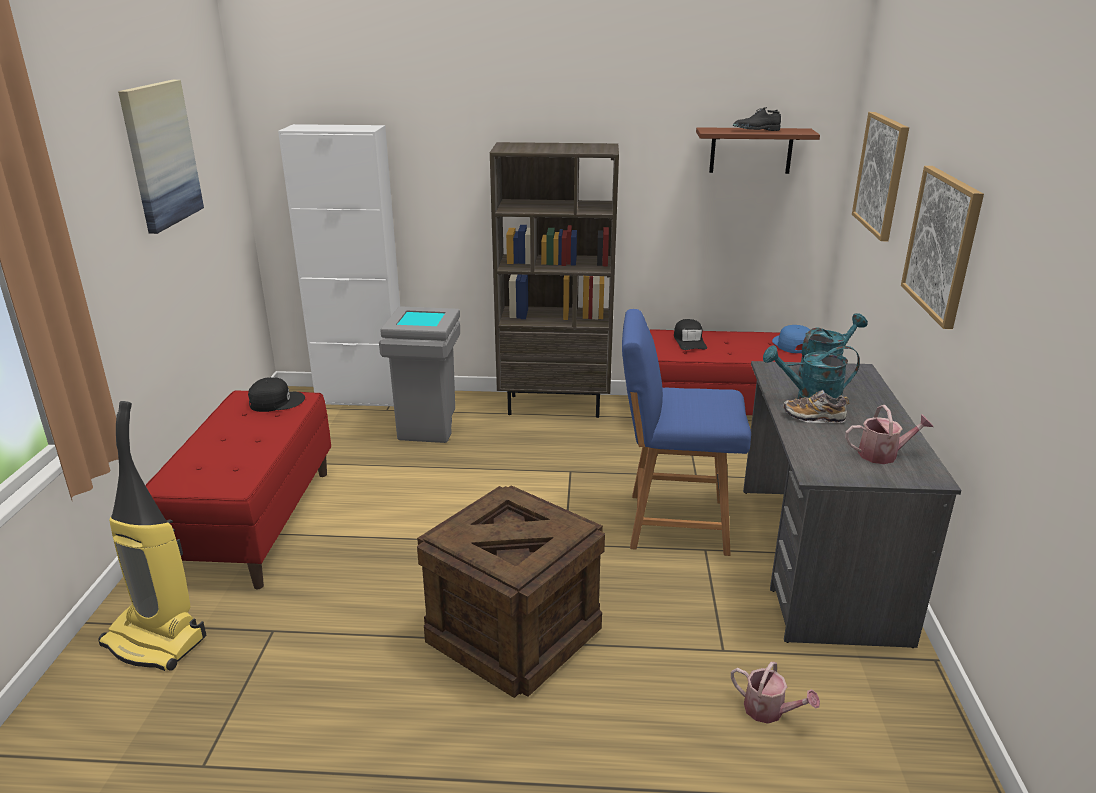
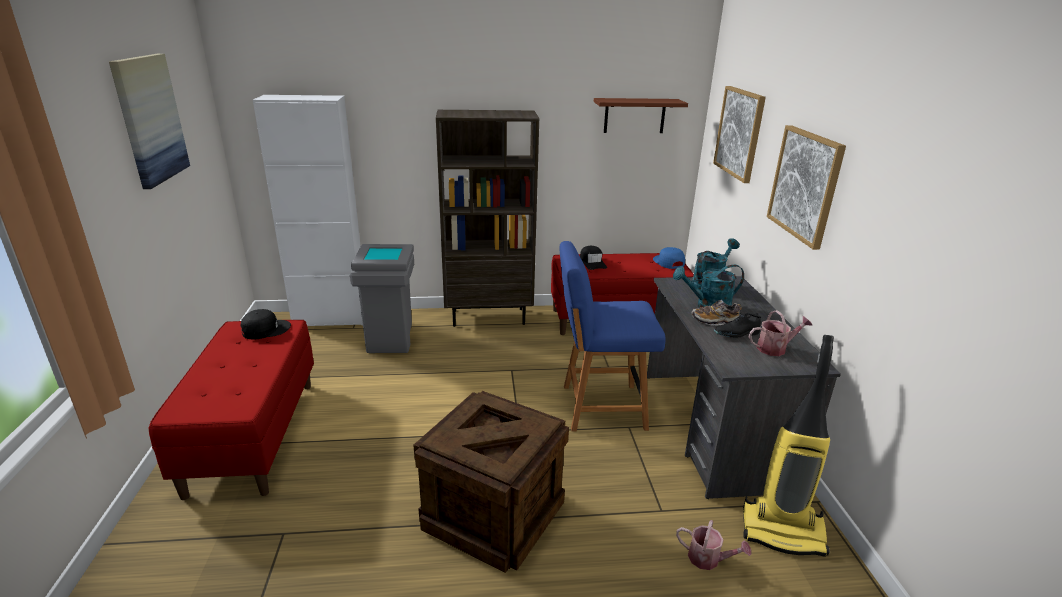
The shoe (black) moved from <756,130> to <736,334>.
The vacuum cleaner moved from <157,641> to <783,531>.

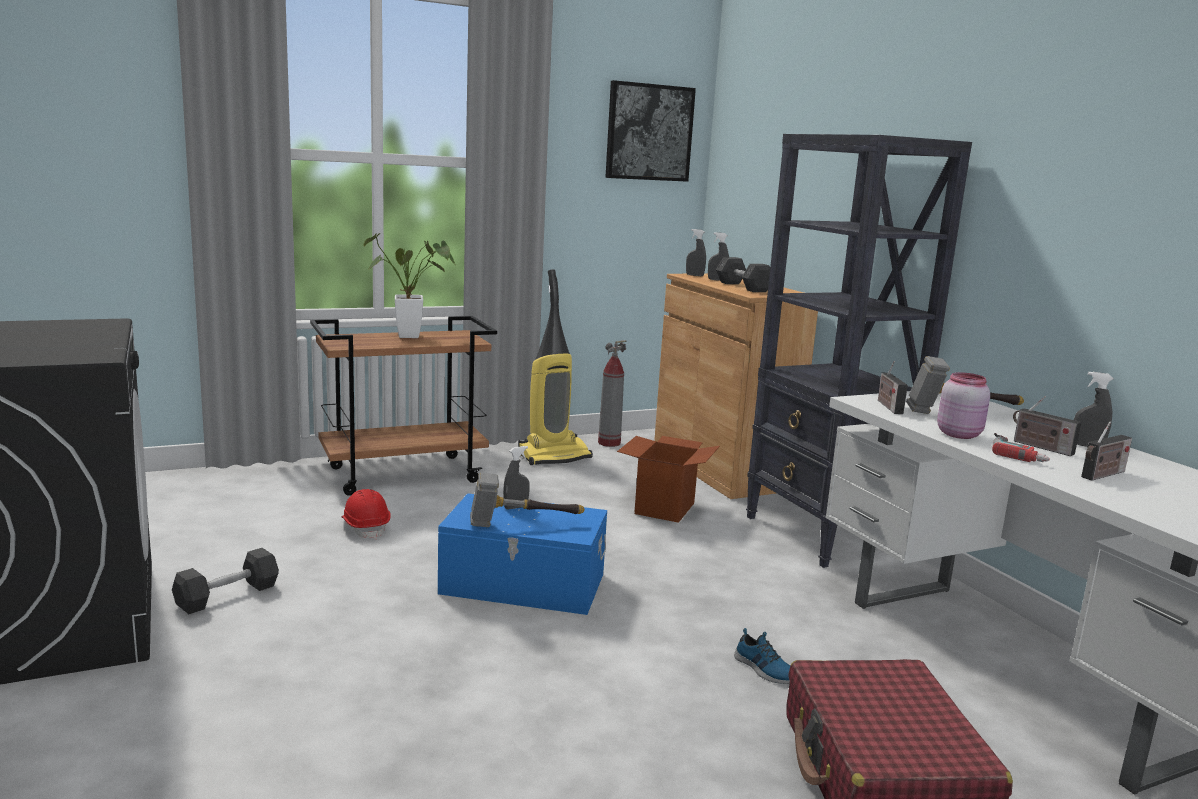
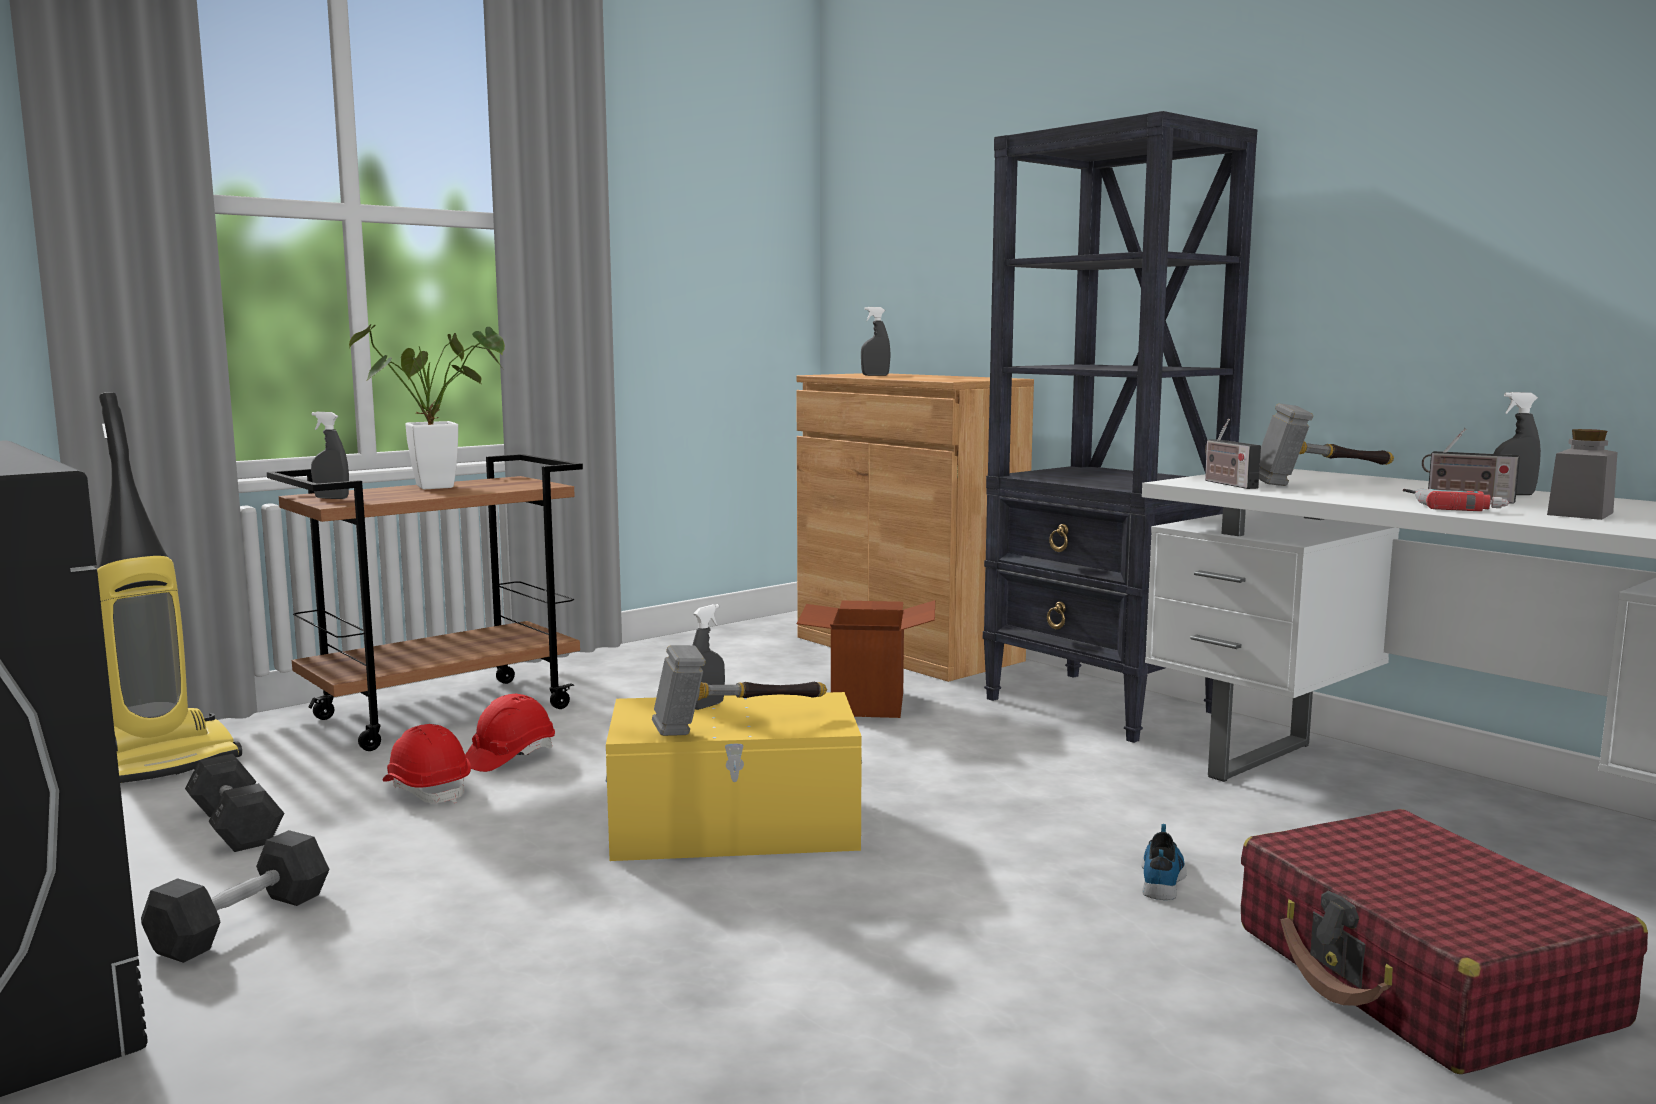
The picture at <649,132> disappeared.
The spray bottle (grey) moved from <694,275> to <331,498>.
The dumbbell (grey) moved from <743,287> to <235,826>.
The vacuum cleaner moved from <554,456> to <160,764>.
The fire extinguisher at <609,443> disappeared.
The jar (pink) at <959,434> disappeared.
The radio at <1102,475> was replaced by the jar (grey) at <1580,514>.
The storage box (blue) at <523,584> became the storage box (yellow) at <735,827>.
The shoe at <765,670> turned 105 degrees counterclockwise.
The hard hat (red) at <510,757> appeared.

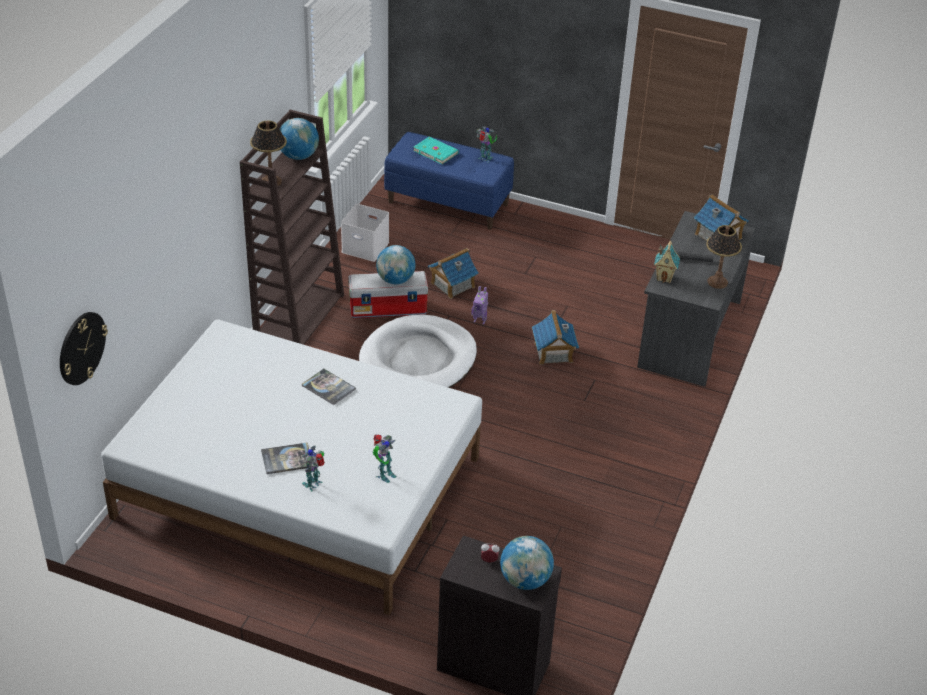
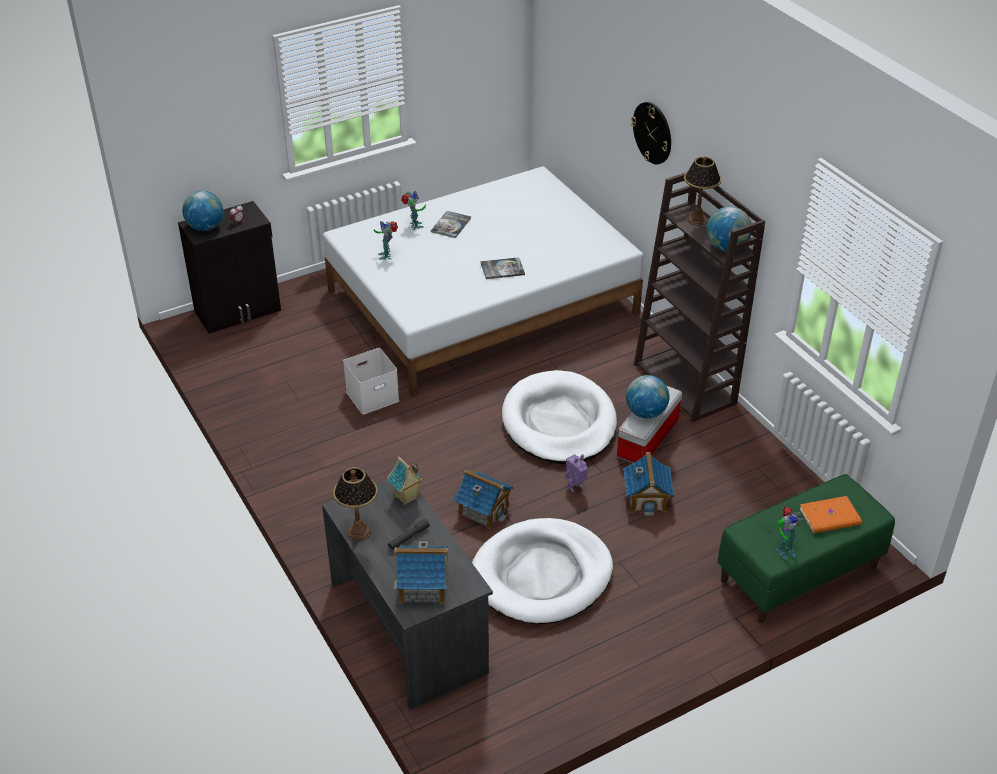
The bench (blue) at <448,203> became the bench (green) at <799,574>.
The book (turquoise) at <436,152> became the book (orange) at <830,518>.
The storage box (white) moved from <364,247> to <373,395>.
The wall clock moved from <81,348> to <652,133>.
The dog bed (white) at <542,575> appeared.

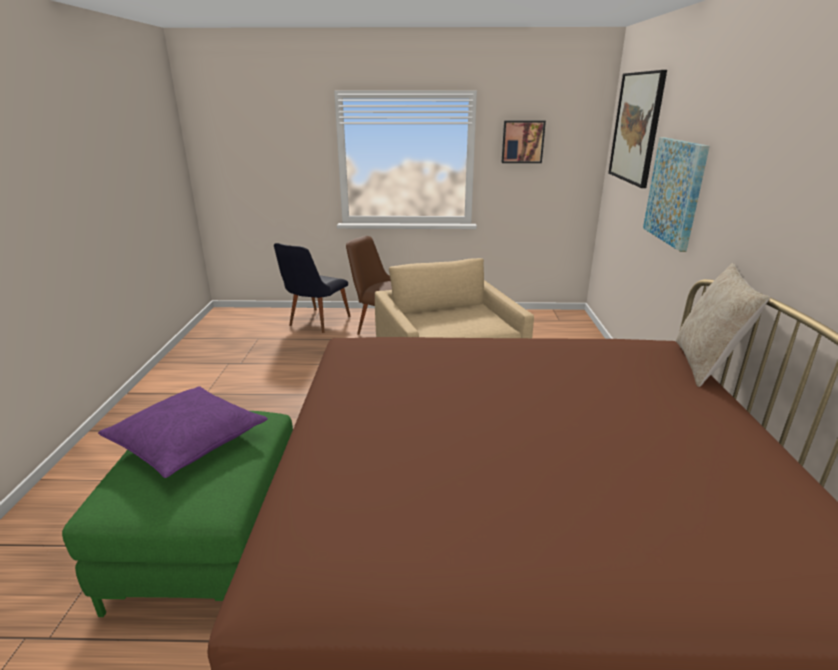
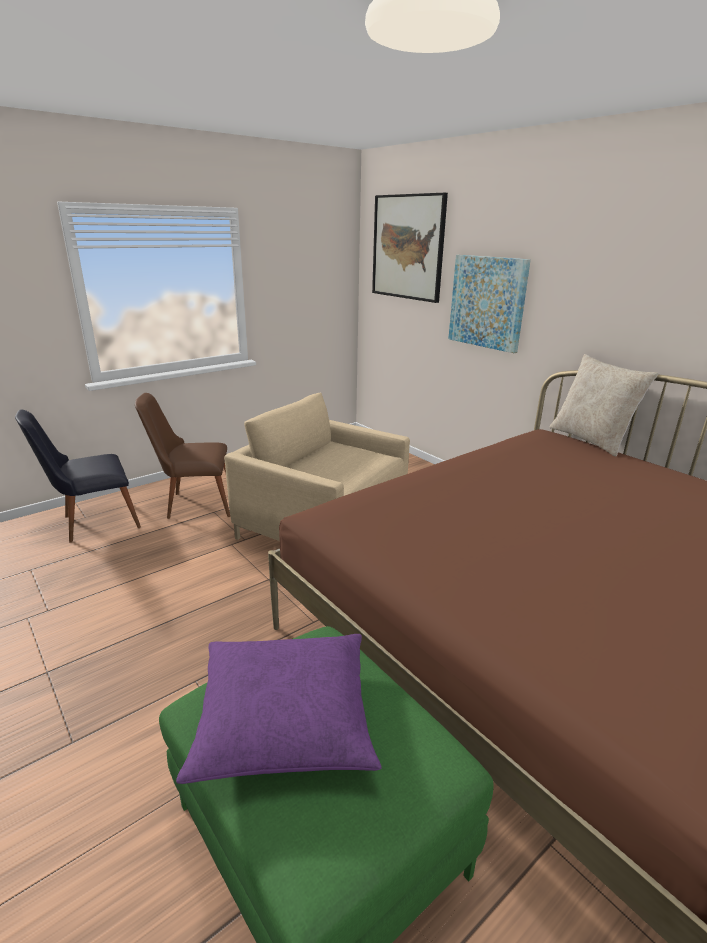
The picture at <522,141> disappeared.
The chair (black) at <315,323> turned 75 degrees clockwise.

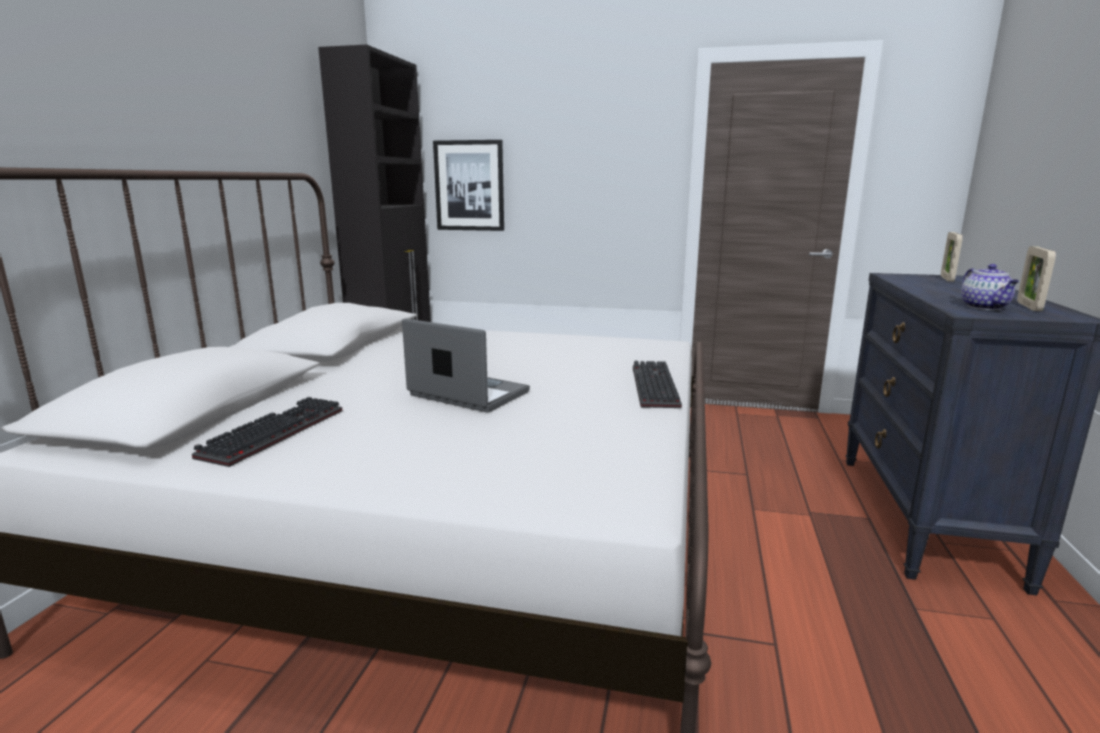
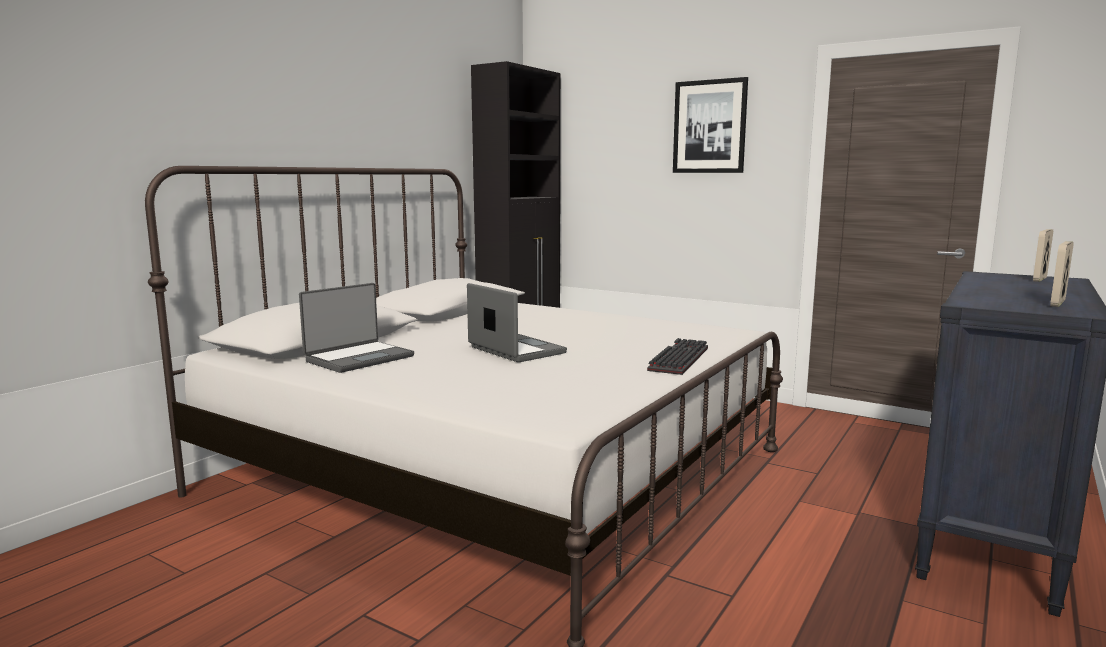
The picture moved from <469,186> to <709,127>.
The teapot at <985,307> disappeared.
The keyboard at <274,432> was replaced by the laptop at <358,358>.

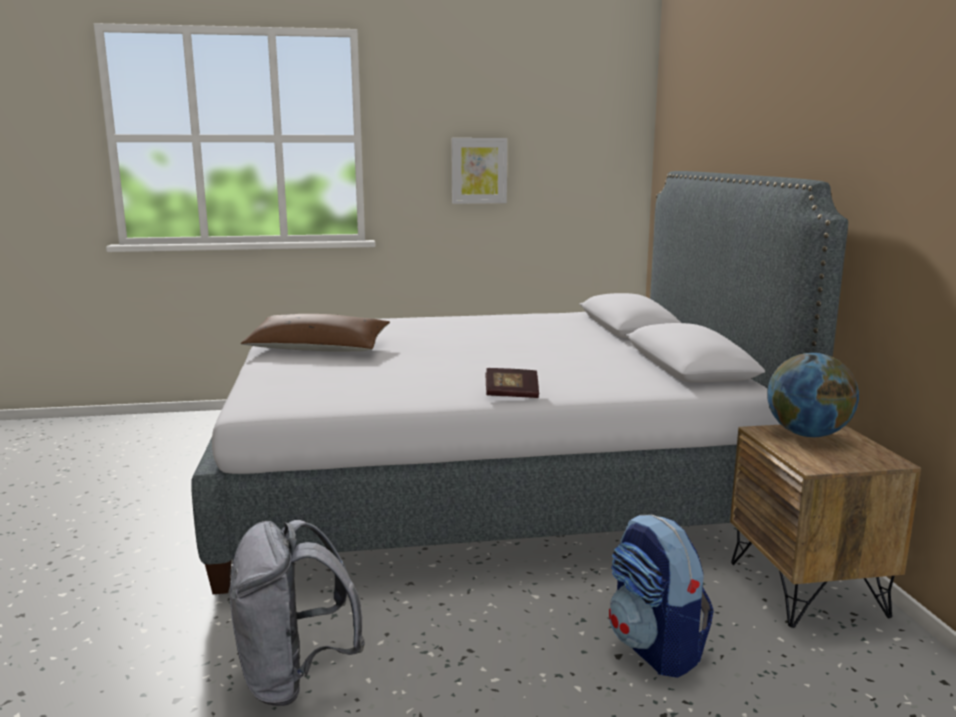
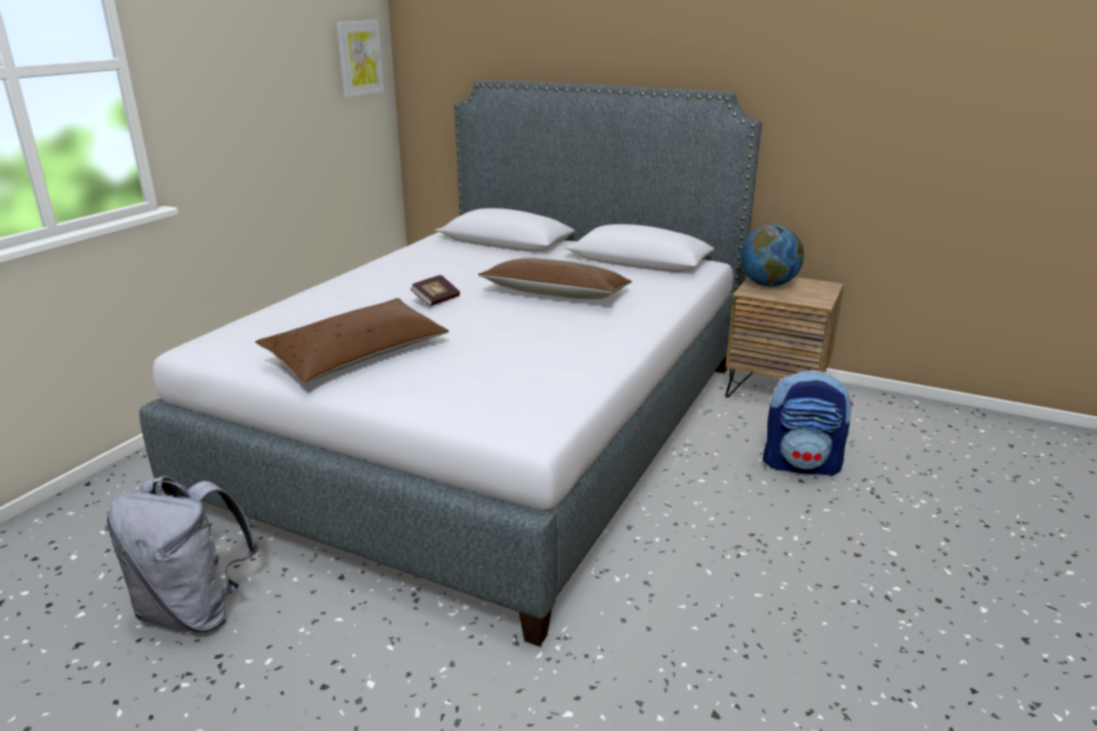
The picture moved from <479,170> to <359,58>.
The book moved from <511,394> to <436,300>.
The backpack (grey) moved from <294,678> to <195,611>.
The pillow (brown) at <555,294> appeared.

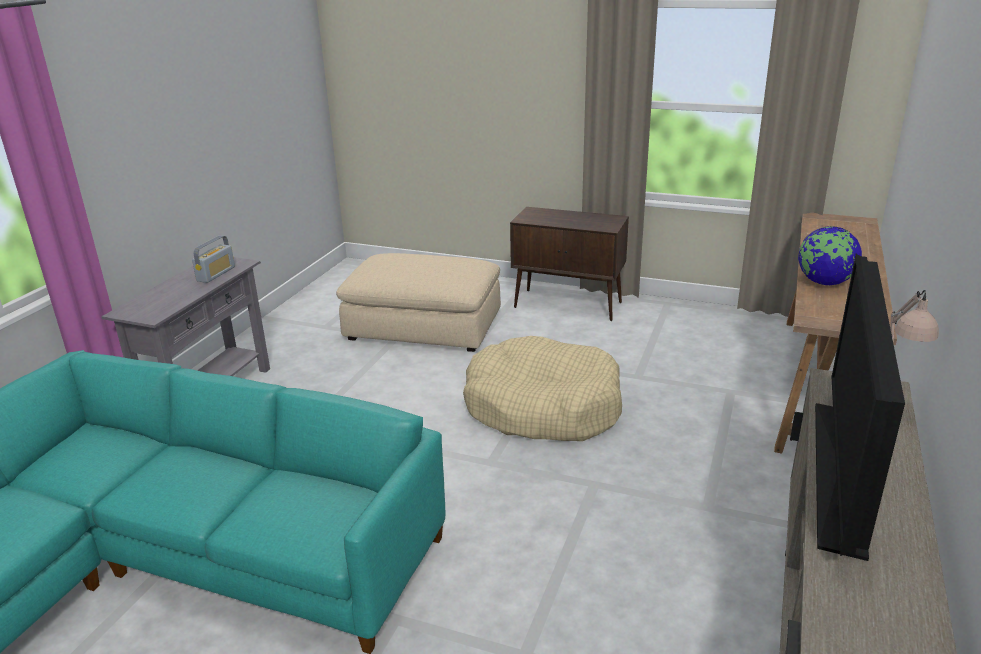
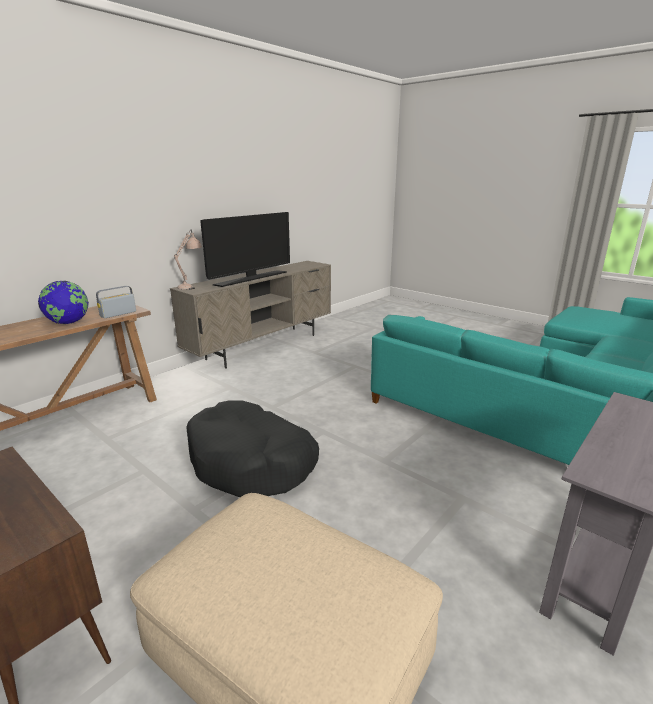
The radio moved from <216,274> to <118,314>.
The dog bed (beige) at <542,407> became the dog bed (black) at <252,462>.

